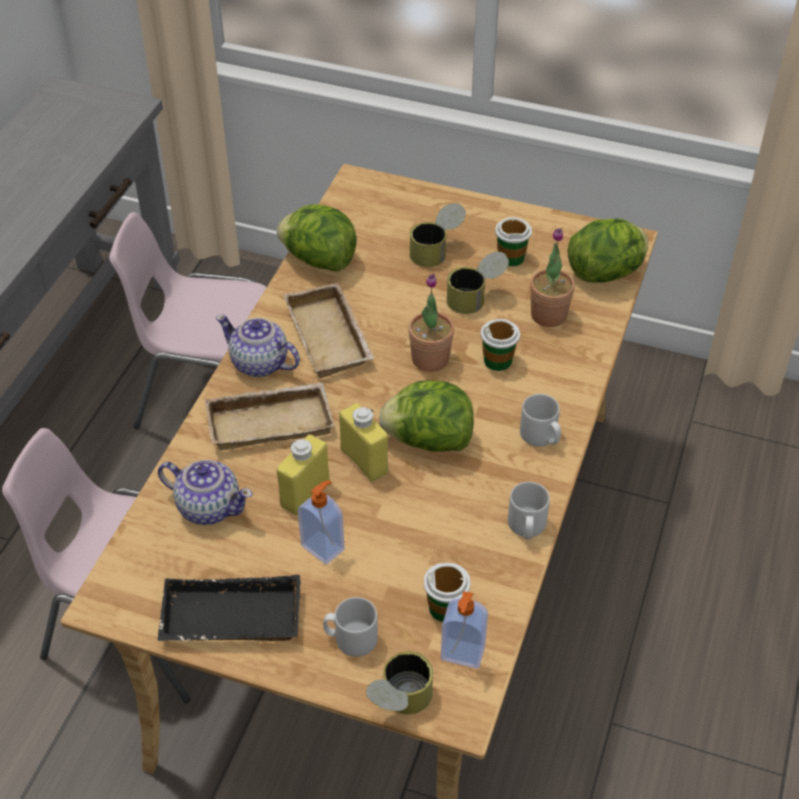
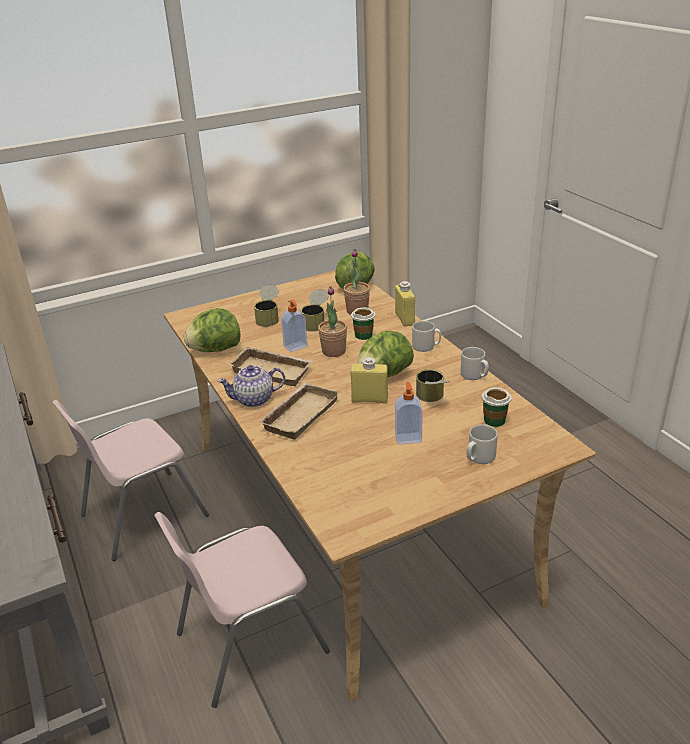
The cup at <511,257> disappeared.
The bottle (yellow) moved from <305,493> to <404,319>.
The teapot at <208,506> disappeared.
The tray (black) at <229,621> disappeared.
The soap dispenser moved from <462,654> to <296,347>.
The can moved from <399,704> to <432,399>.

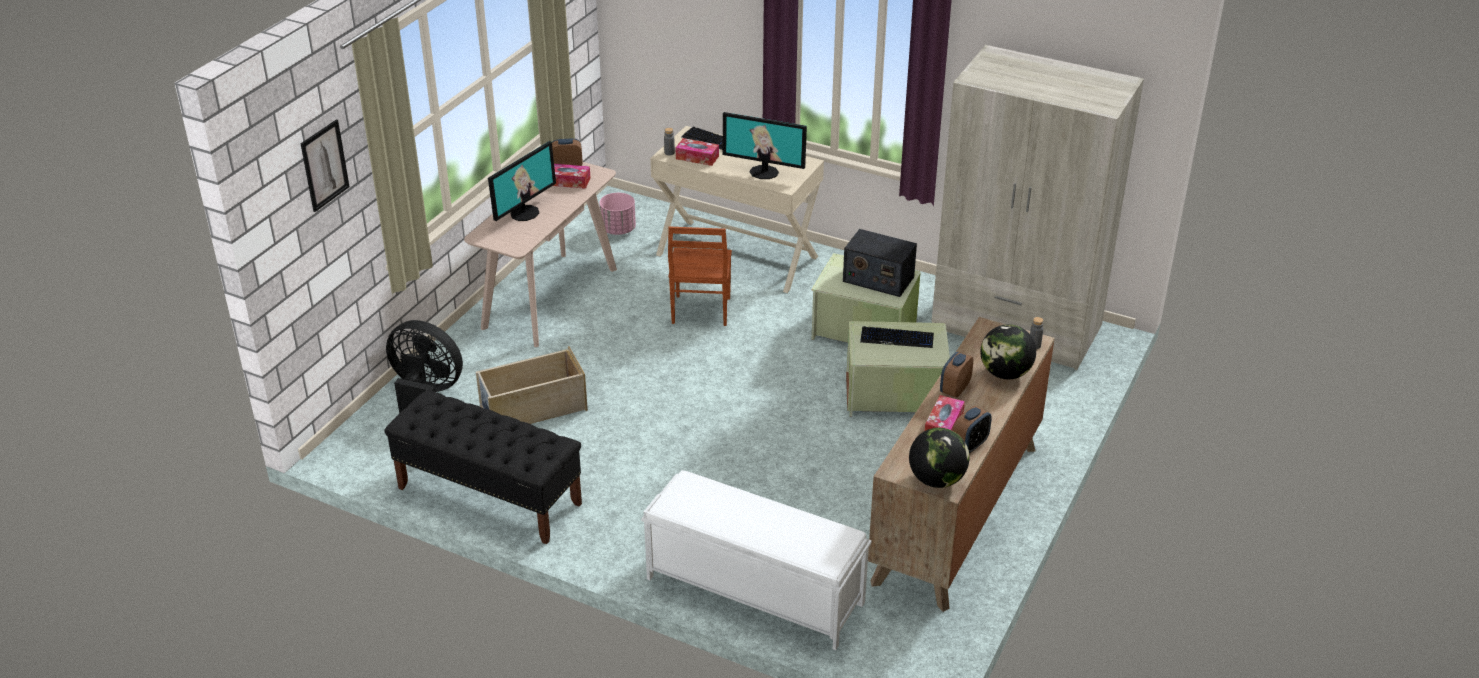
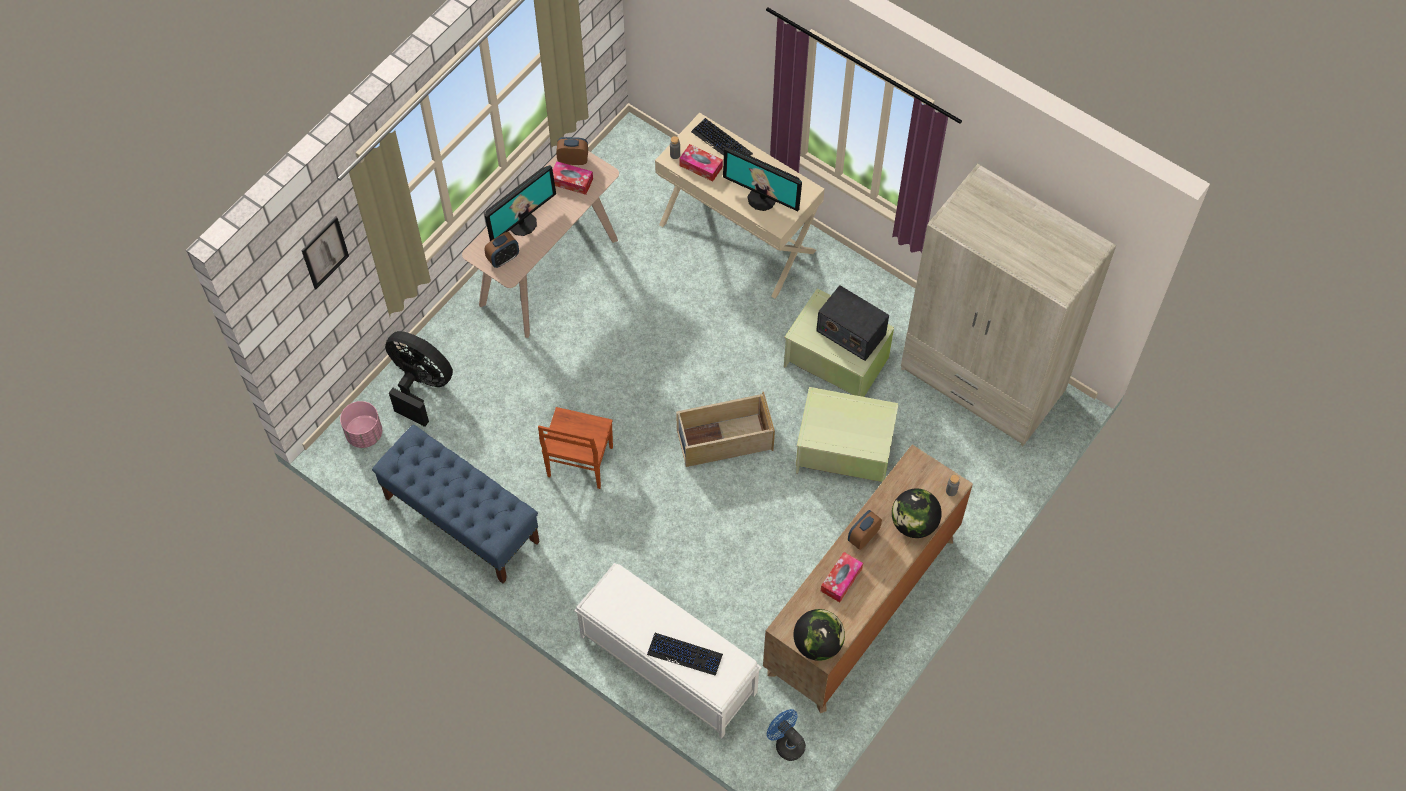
The planter (pink) moved from <618,230> to <364,434>.
The chair (brown) moved from <700,311> to <579,462>.
The keyboard moved from <897,338> to <685,654>.
The storage box (beige) moved from <532,408> to <724,440>.
The bench (black) at <489,496> became the bench (blue) at <461,519>.
The alarm clock moved from <970,445> to <503,258>.
The fan (blue) at <786,743> appeared.

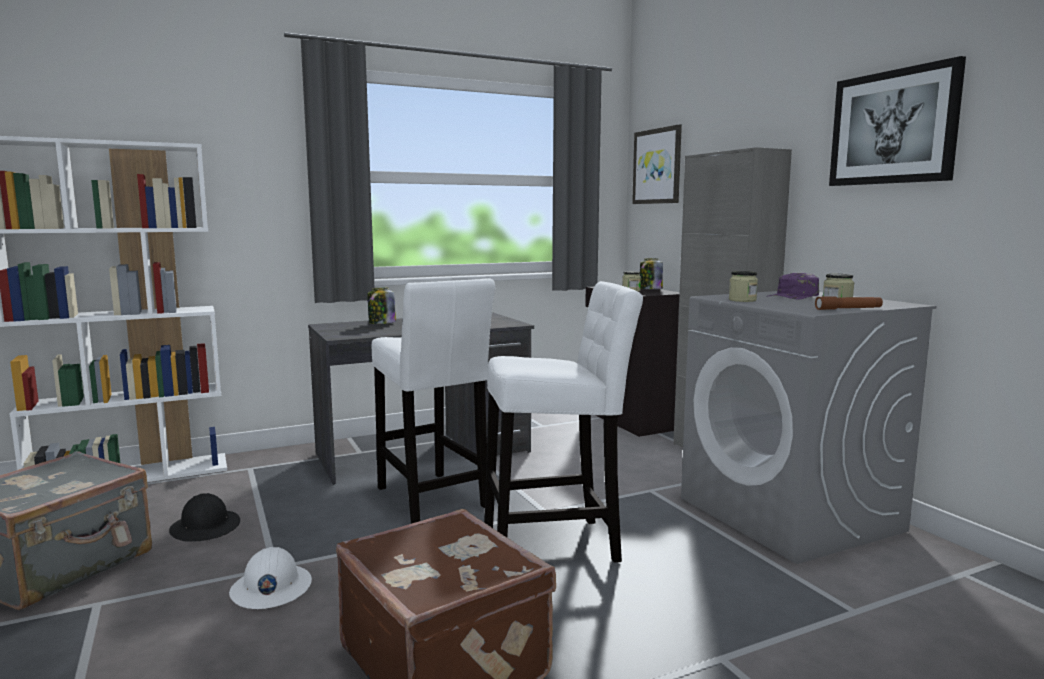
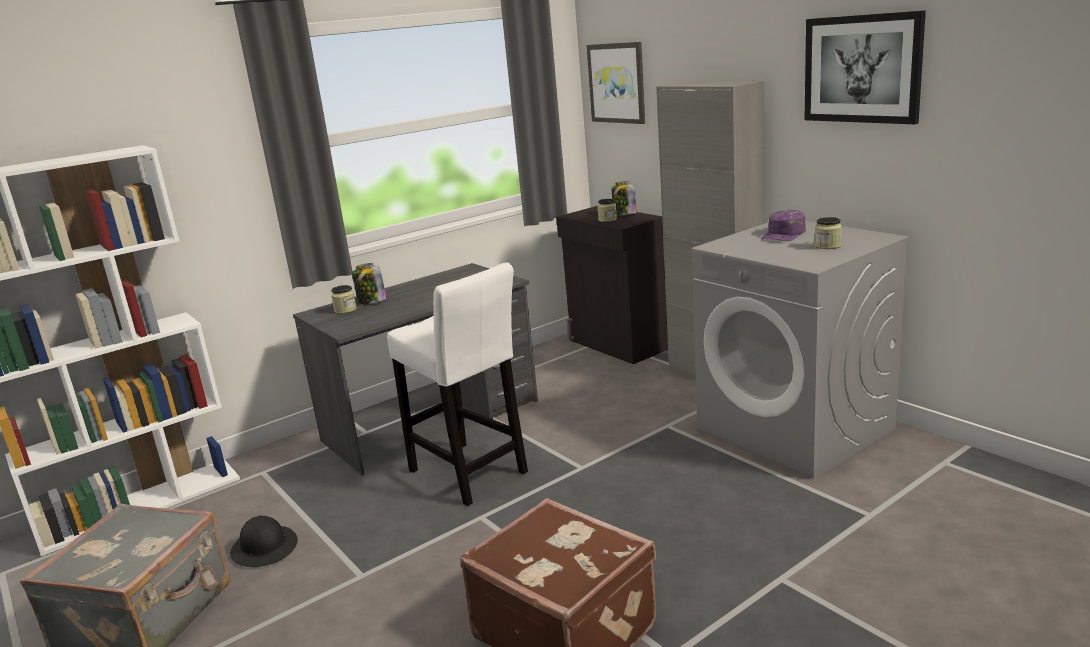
The jar moved from <742,300> to <345,310>.
The stool (white) at <558,544> disappeared.
The flashlight (brown) at <848,309> disappeared.
The hard hat (white) at <271,589> disappeared.

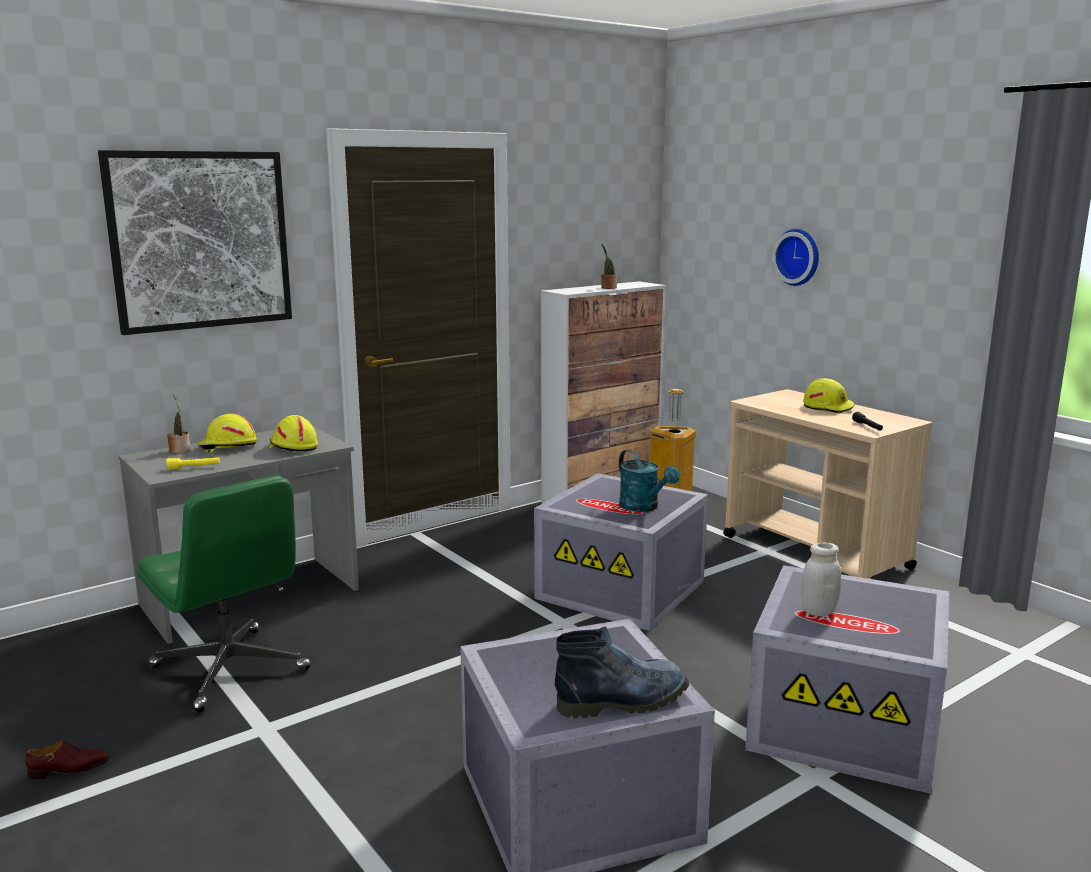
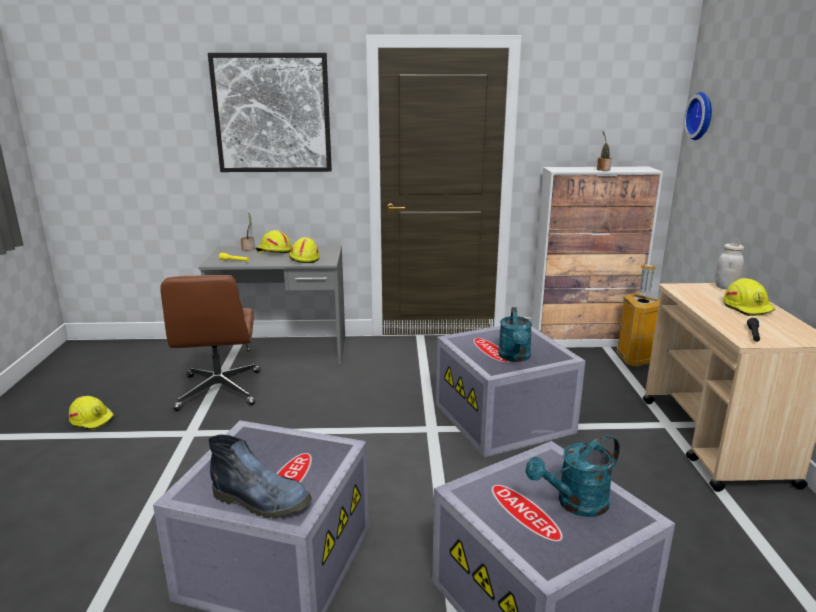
The wall clock moved from <798,257> to <701,116>.
The office chair (green) at <230,669> became the office chair (brown) at <219,391>.
The jar (white) moved from <818,611> to <725,287>.
The shoe (brown) at <69,769> was replaced by the hard hat (yellow) at <92,419>.
The watering can (turquoise) at <575,504> appeared.

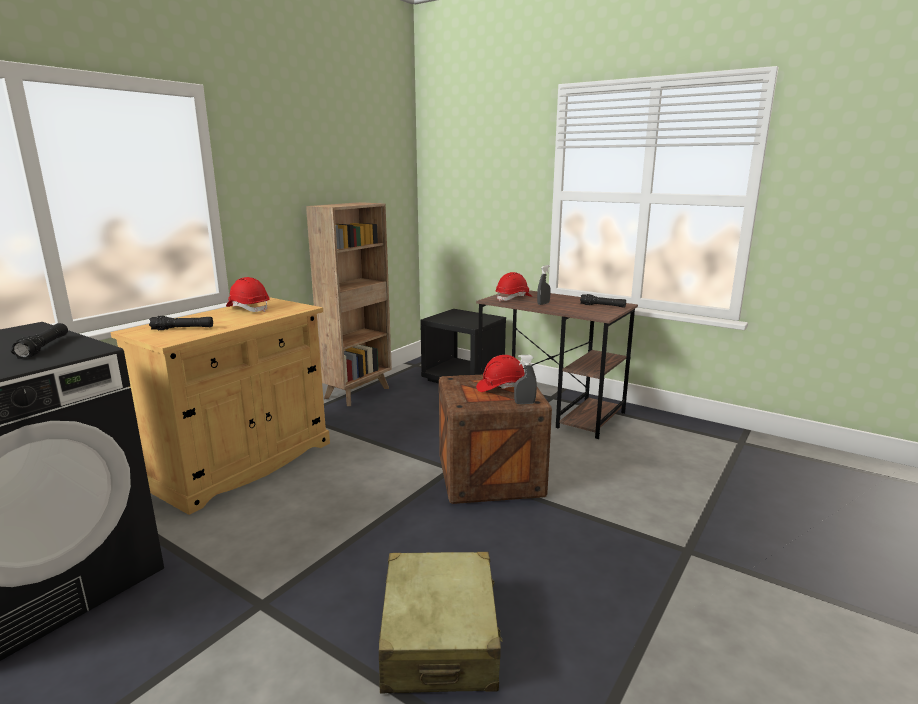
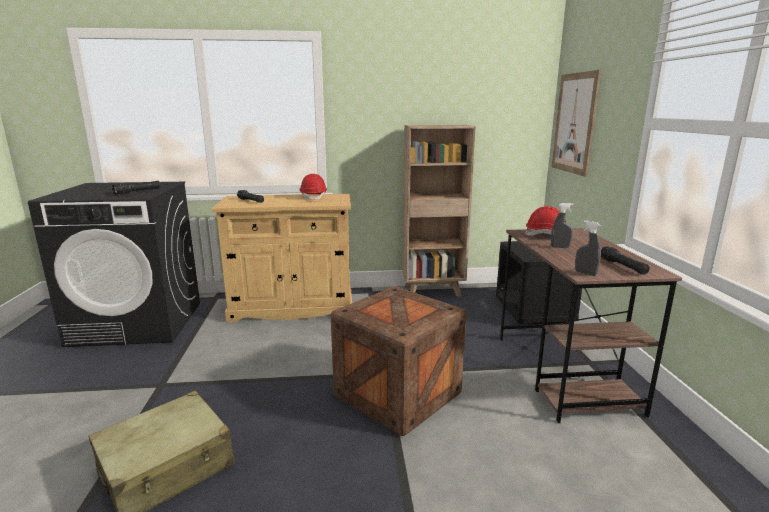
The hard hat (red) at <501,388> disappeared.
The spray bottle (grey) moved from <524,403> to <585,273>.
The picture at <575,123> appeared.

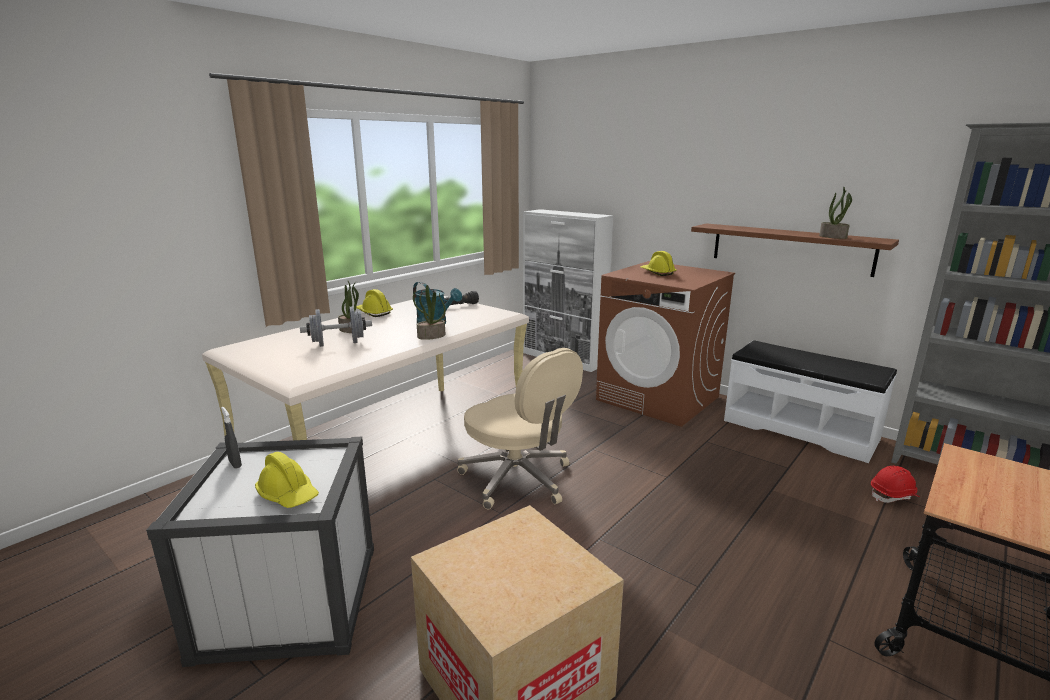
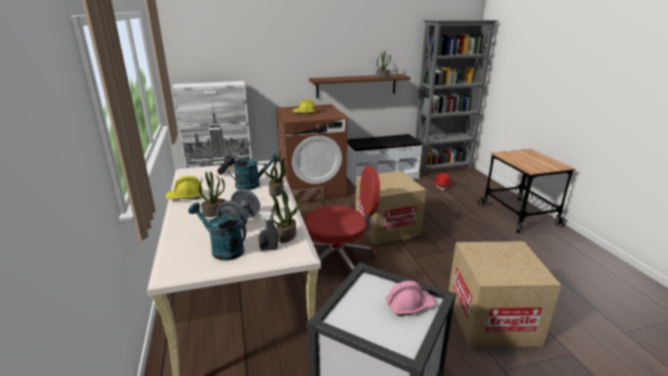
The office chair (beige) at <518,479> became the office chair (red) at <339,259>.
The spray bottle (grey) moved from <235,464> to <269,249>.
The hard hat (yellow) at <288,495> became the hard hat (pink) at <409,305>.
The cardboard box at <387,227> appeared.
The potted plant at <286,236> appeared.
The watering can (turquoise) at <222,249> appeared.

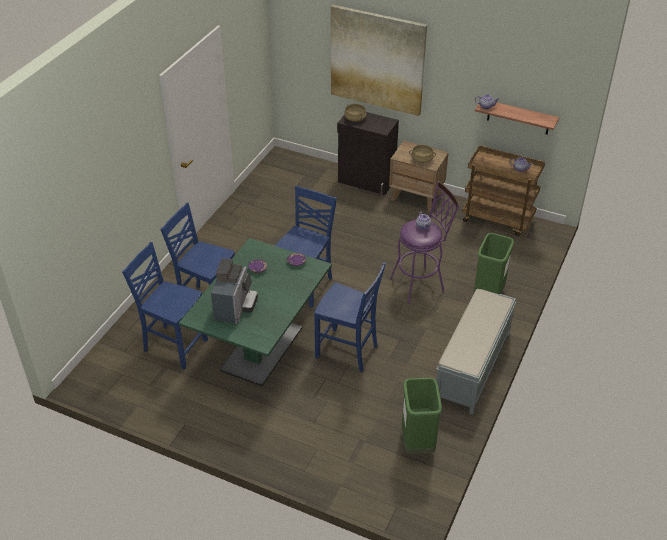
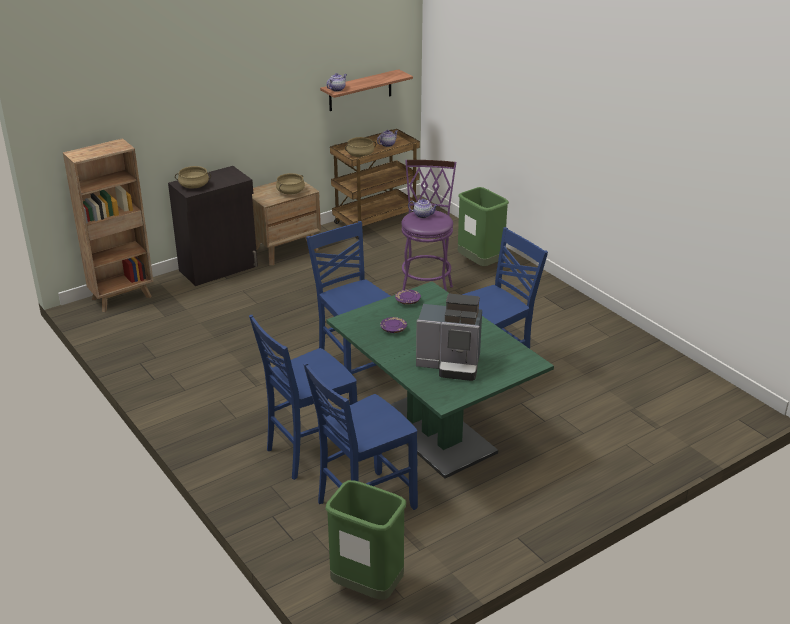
The picture at <377,60> disappeared.
The coffee machine at <235,307> turned 150 degrees clockwise.
The bench (grey) at <472,367> disappeared.
The trash can (green) moved from <417,443> to <367,588>.
The cooking pot (beige) at <360,155> appeared.
The bookcase (brown) at <123,297> appeared.

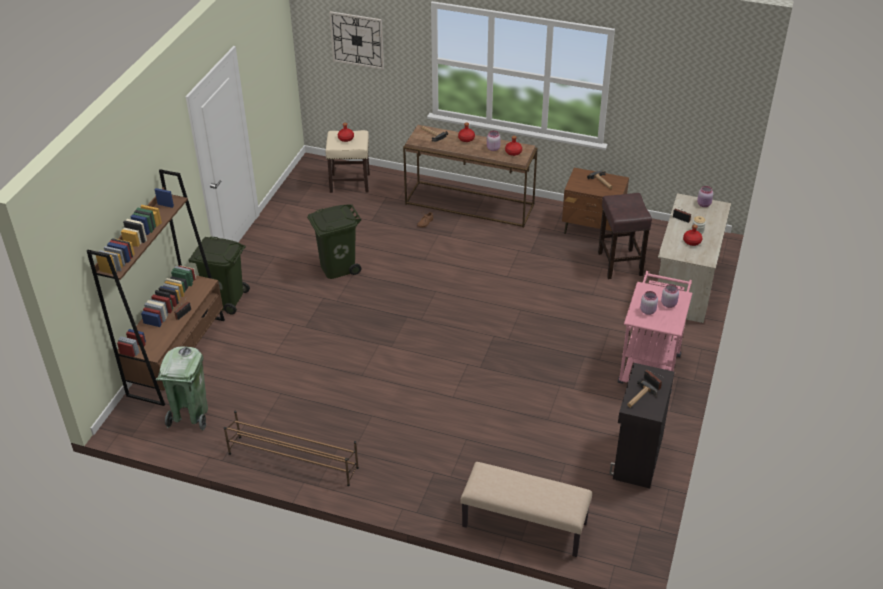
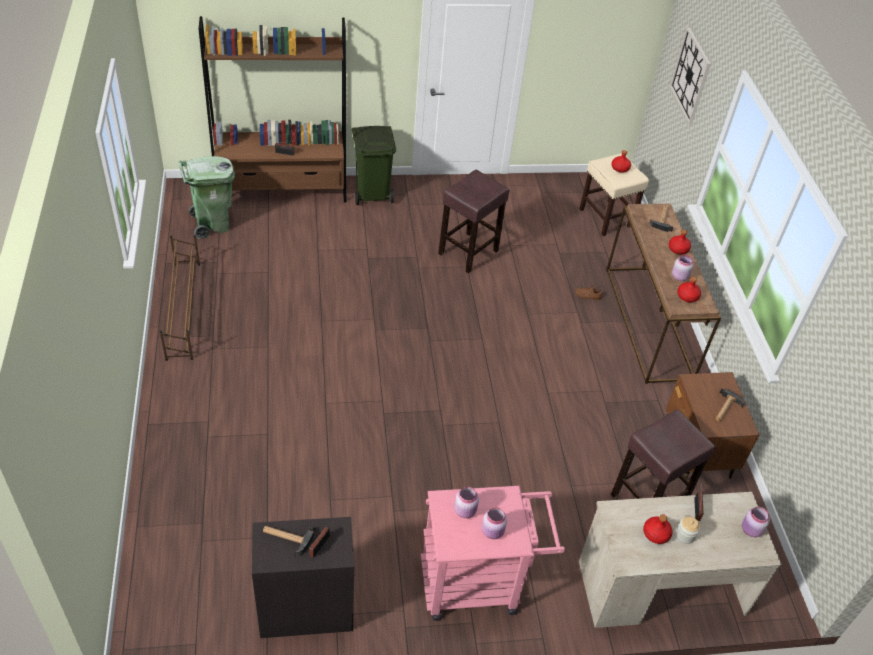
The trash can (green) at <337,267> was replaced by the stool (brown) at <469,252>.
The bench (beige) at <523,525> disappeared.

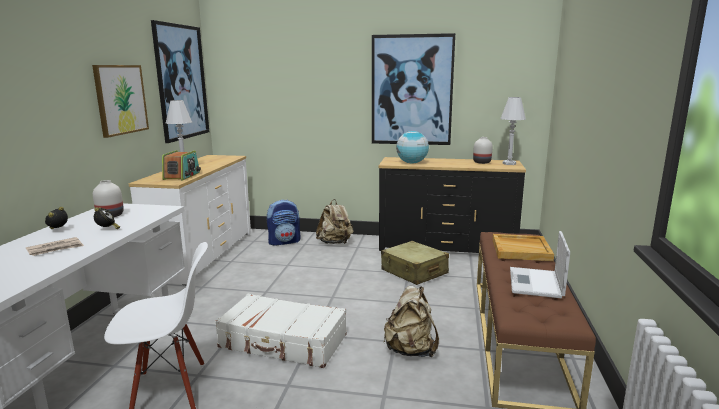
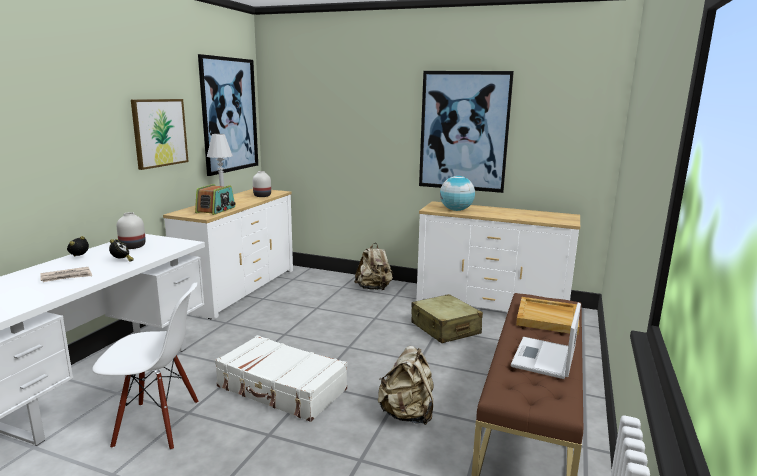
The table lamp (white) at <509,163> disappeared.
The vase (white) moved from <482,162> to <262,196>.
The dresser (black) at <446,247> became the dresser (white) at <491,304>.
The backpack at <284,242> disappeared.

